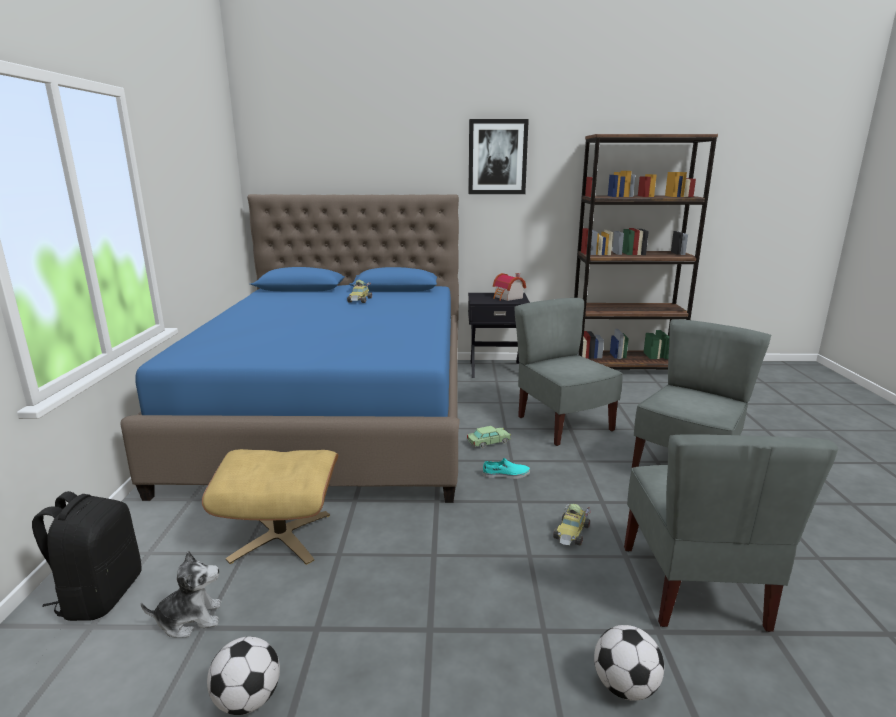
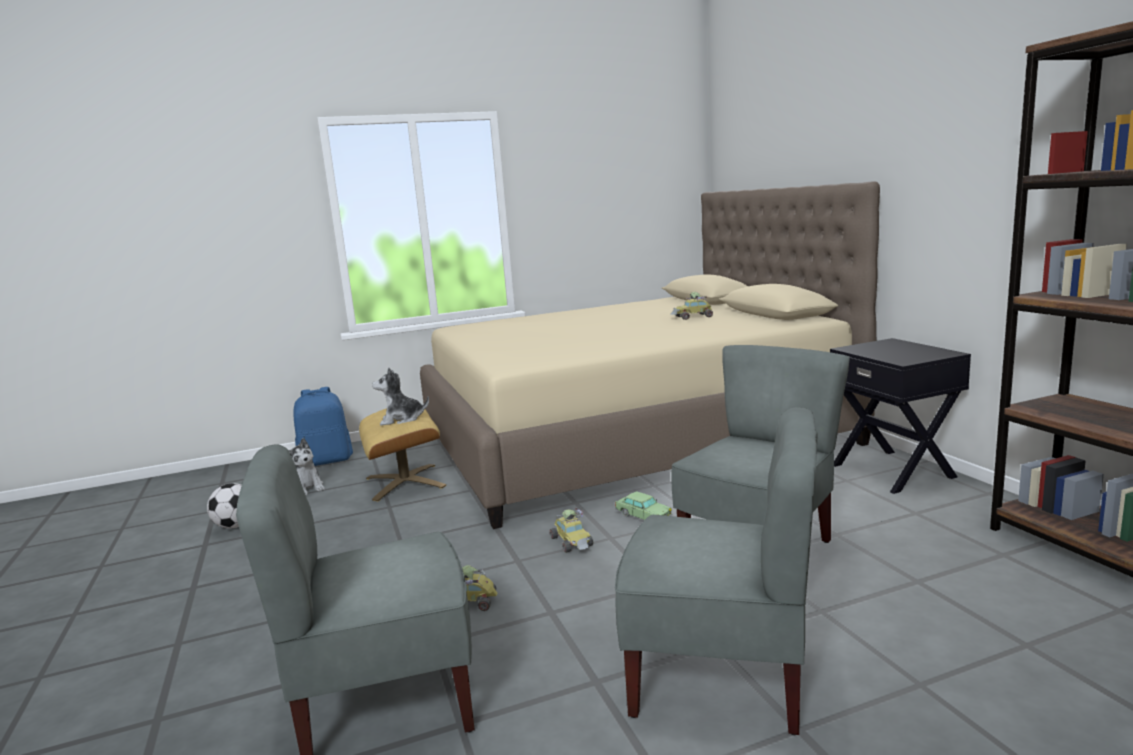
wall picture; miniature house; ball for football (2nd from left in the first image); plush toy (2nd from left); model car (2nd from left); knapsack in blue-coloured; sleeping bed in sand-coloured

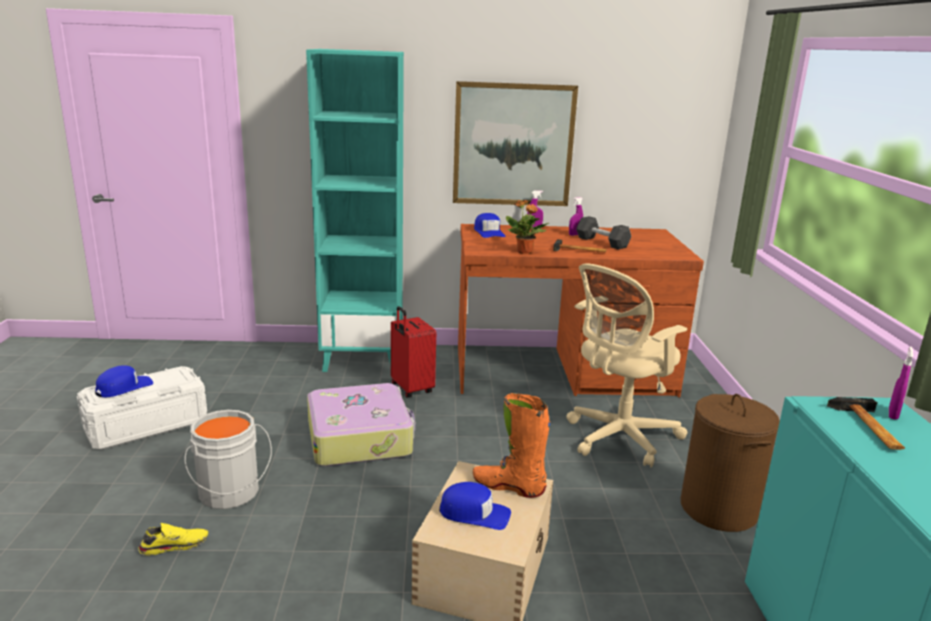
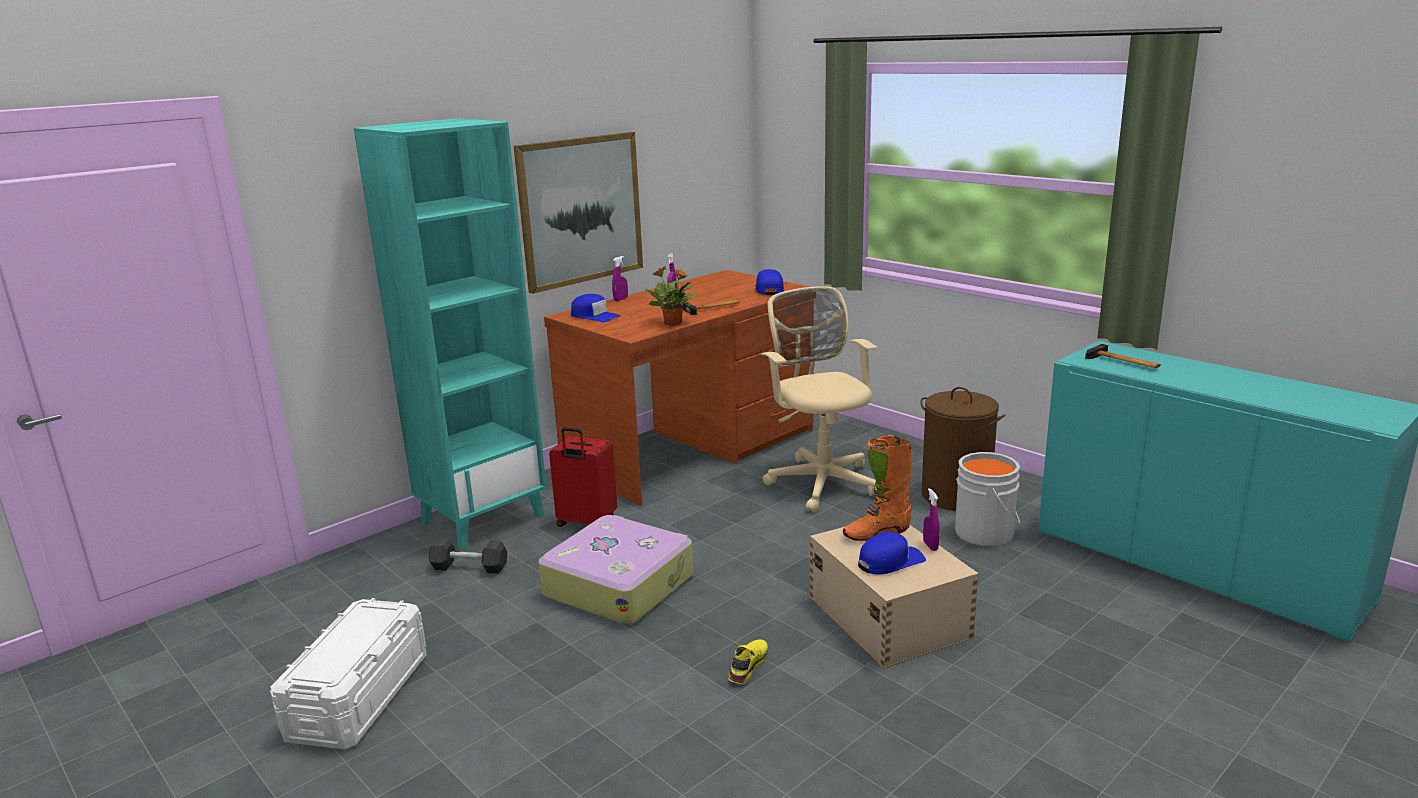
baseball cap in blue-coloured (2nd from left); low shoe in yellow-coloured; bucket in gray; hand weight in blackish; hand sprayer in purplish (3rd from left); desk chair in sand-coloured

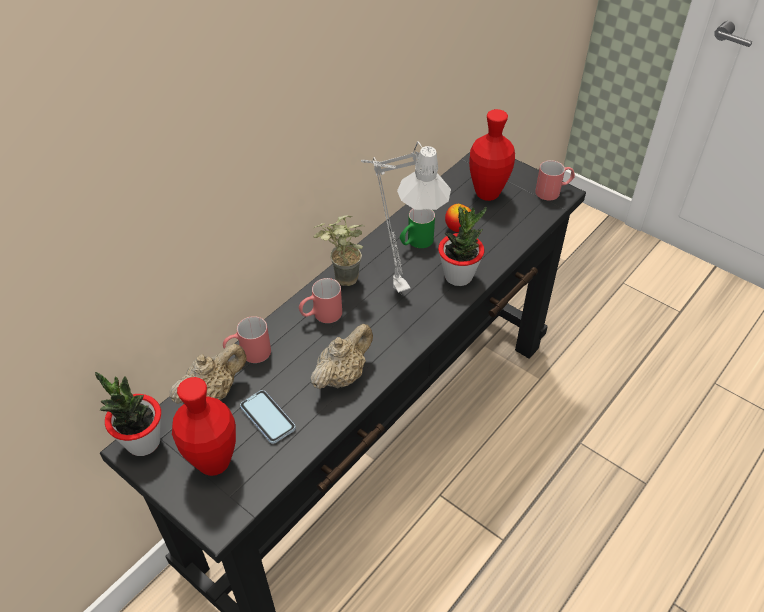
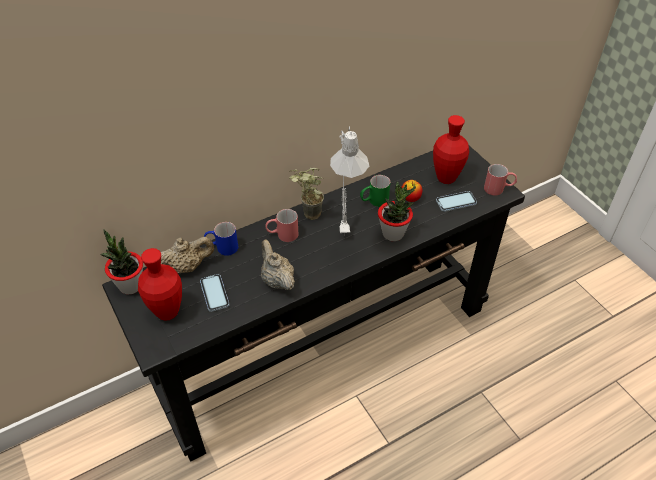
handset (2nd from left); coffee mug in blue-coloured; tea pot in sand-coloured (2nd from left)

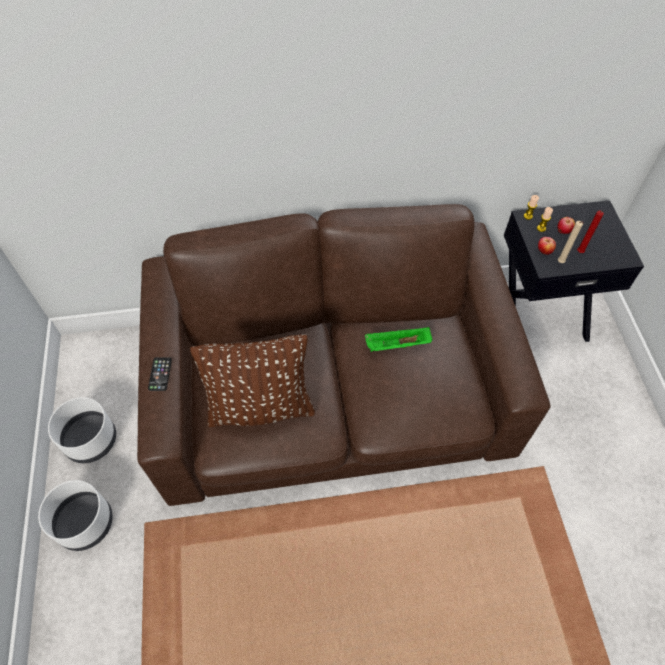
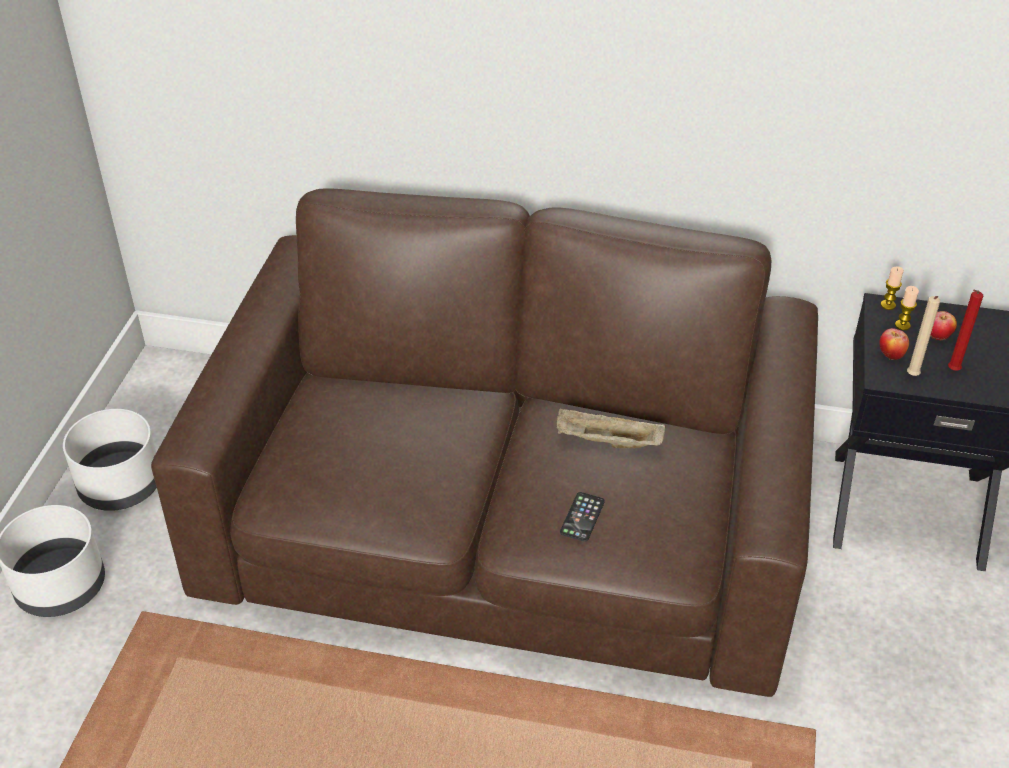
pillow in brown-coloured; handset; serving tray in sand-coloured

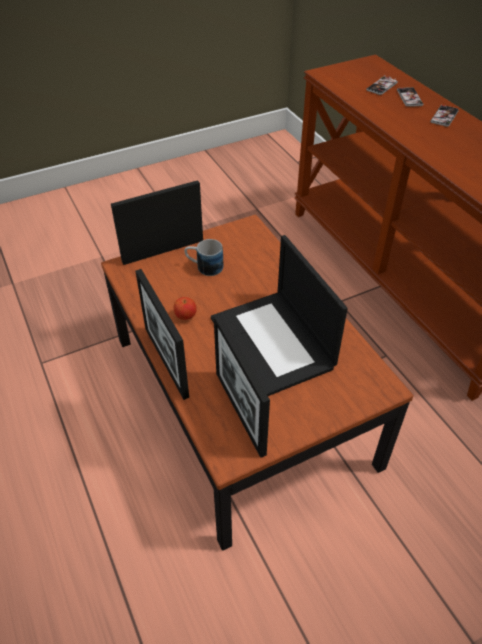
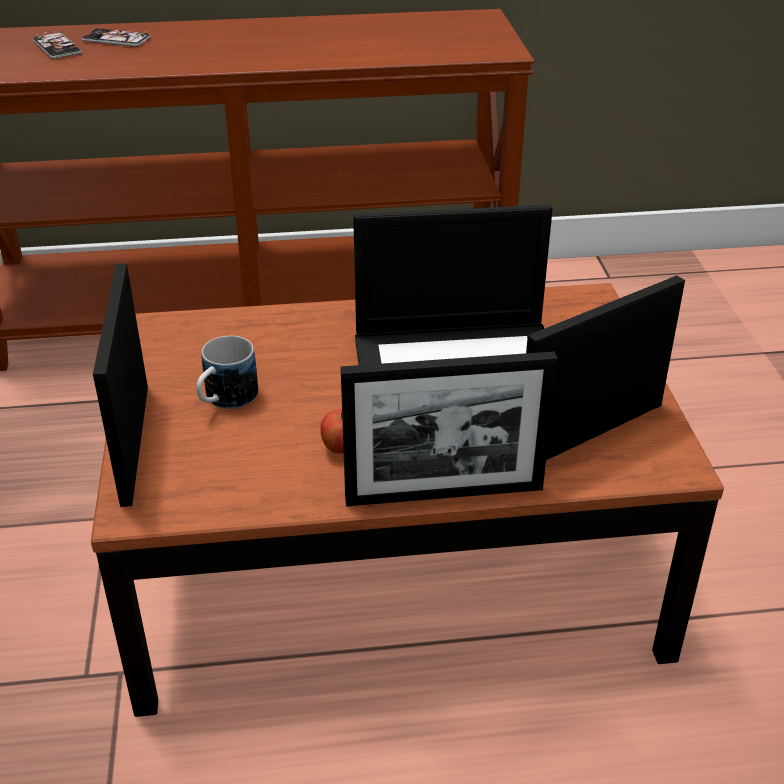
handset (3rd from left in the first image); picture frame (3rd from left)

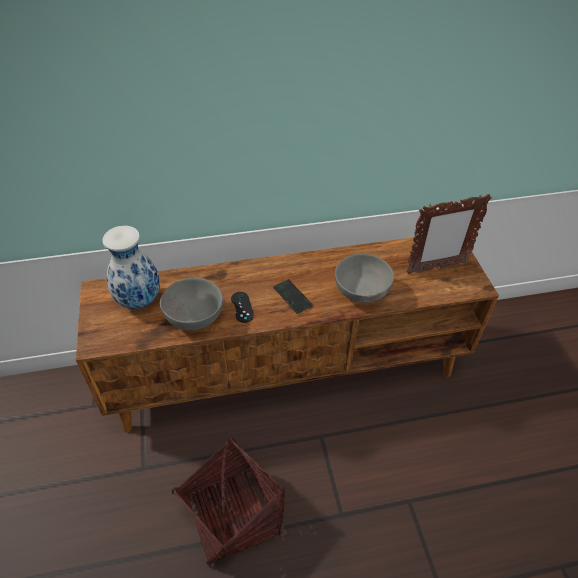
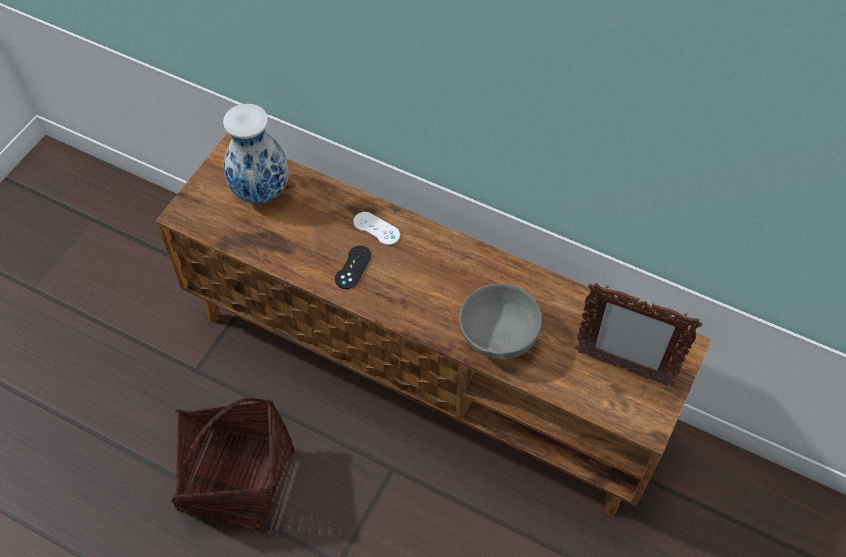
deep dish in gray (1st from left in the first image); handset; joypad in white-coloured

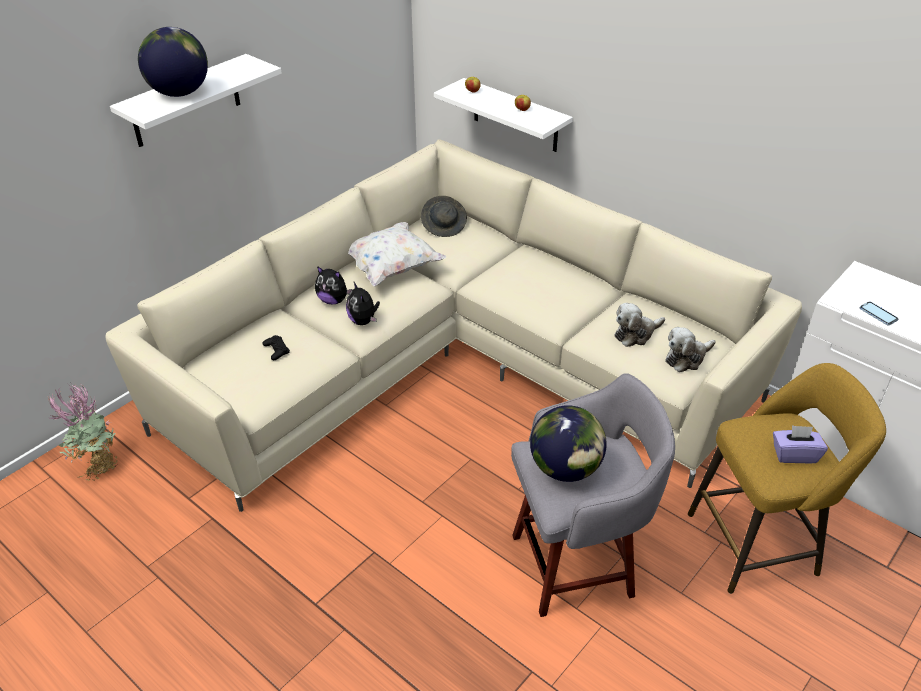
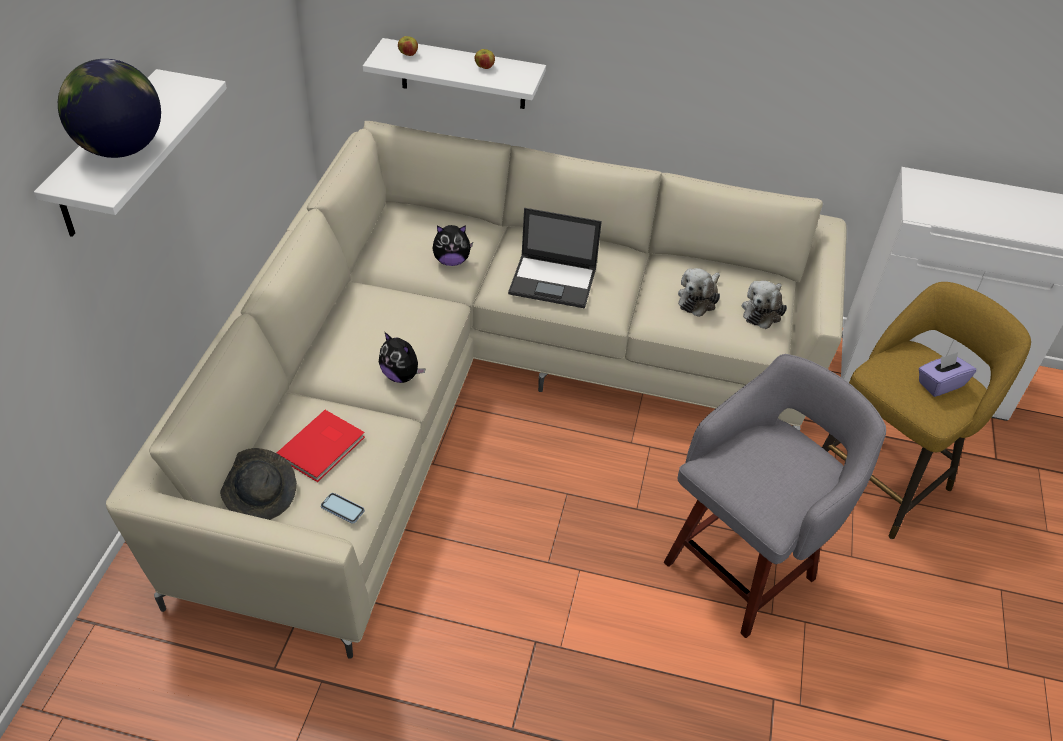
houseplant; pillow in white-coloured; world globe (2nd from left in the first image); portable computer; plush toy (2nd from left); hat in gray; handset; volume in red

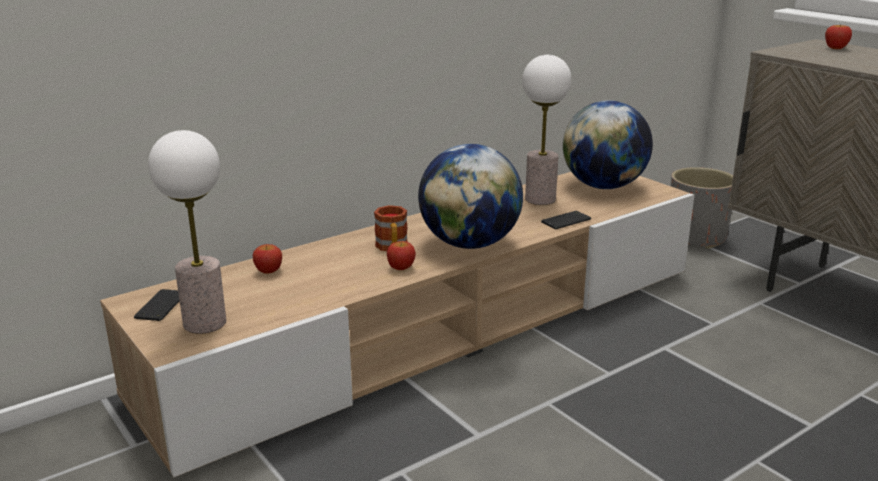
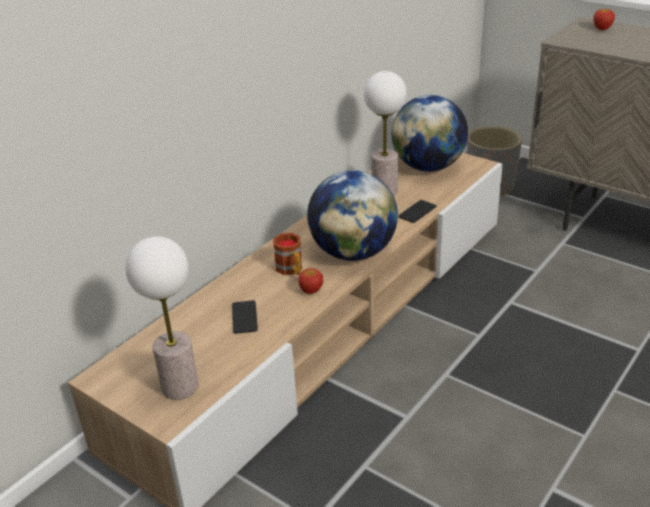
whole apple (1st from left in the first image); handset (1st from left)

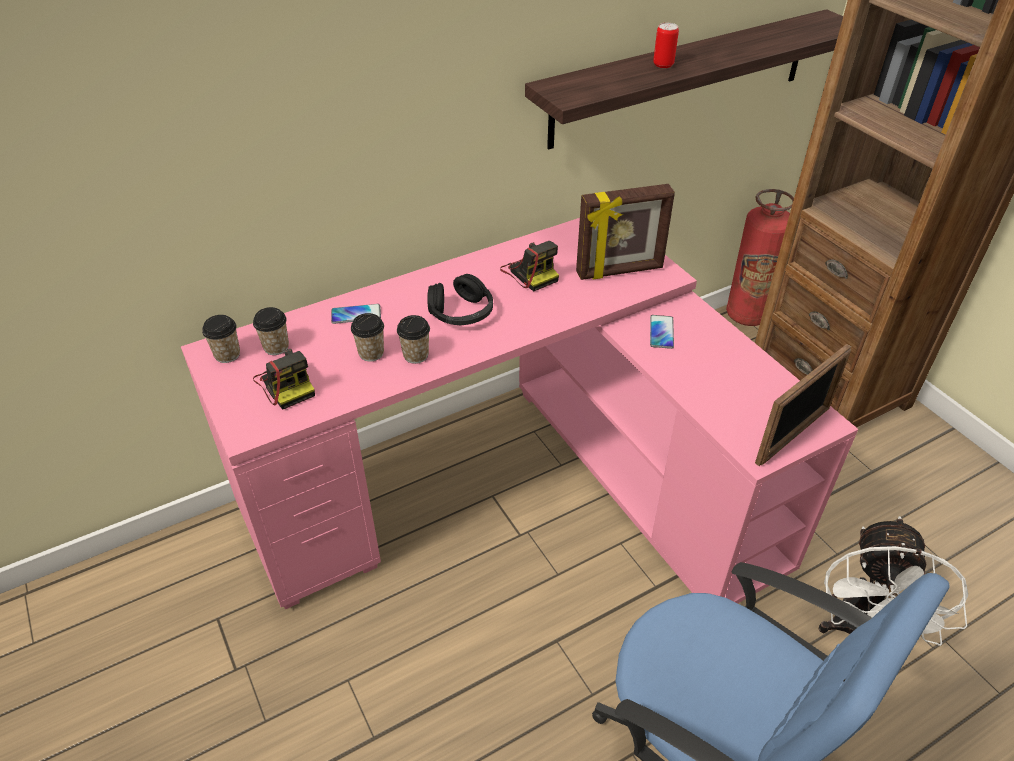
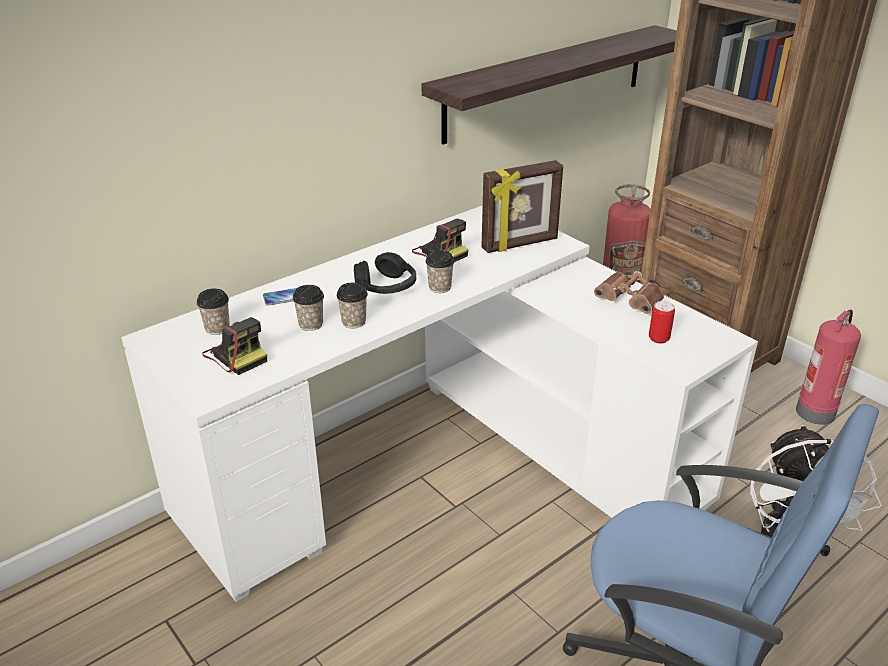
handset (2nd from left in the first image); picture frame (2nd from left in the first image); binoculars in brown-coloured; fire extinguisher (2nd from left); cup (4th from left); can; desk table in white-coloured

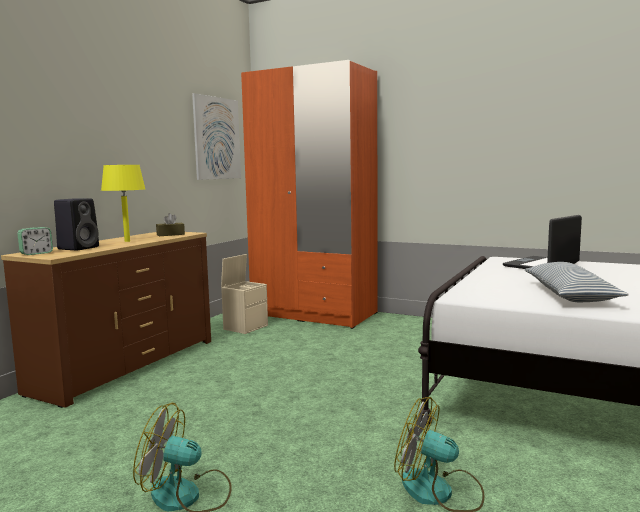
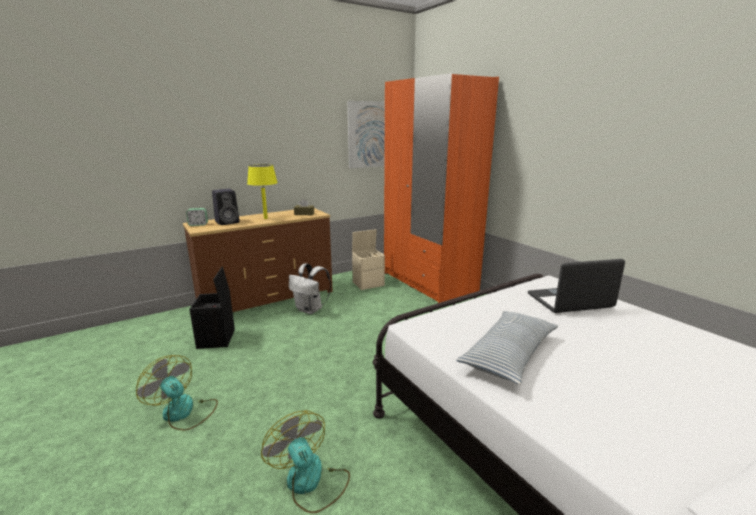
storage container in blackish; knapsack in white-coloured

